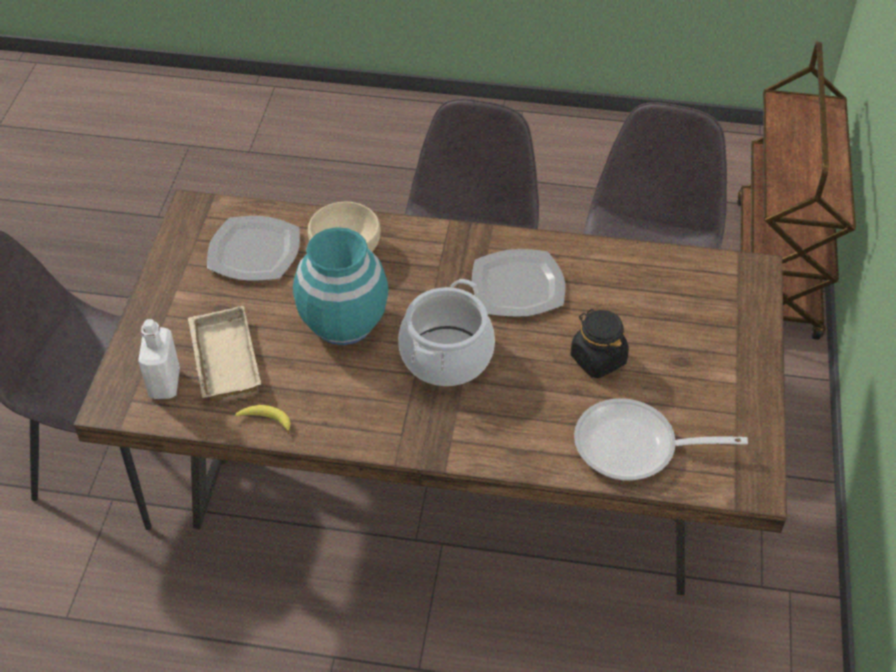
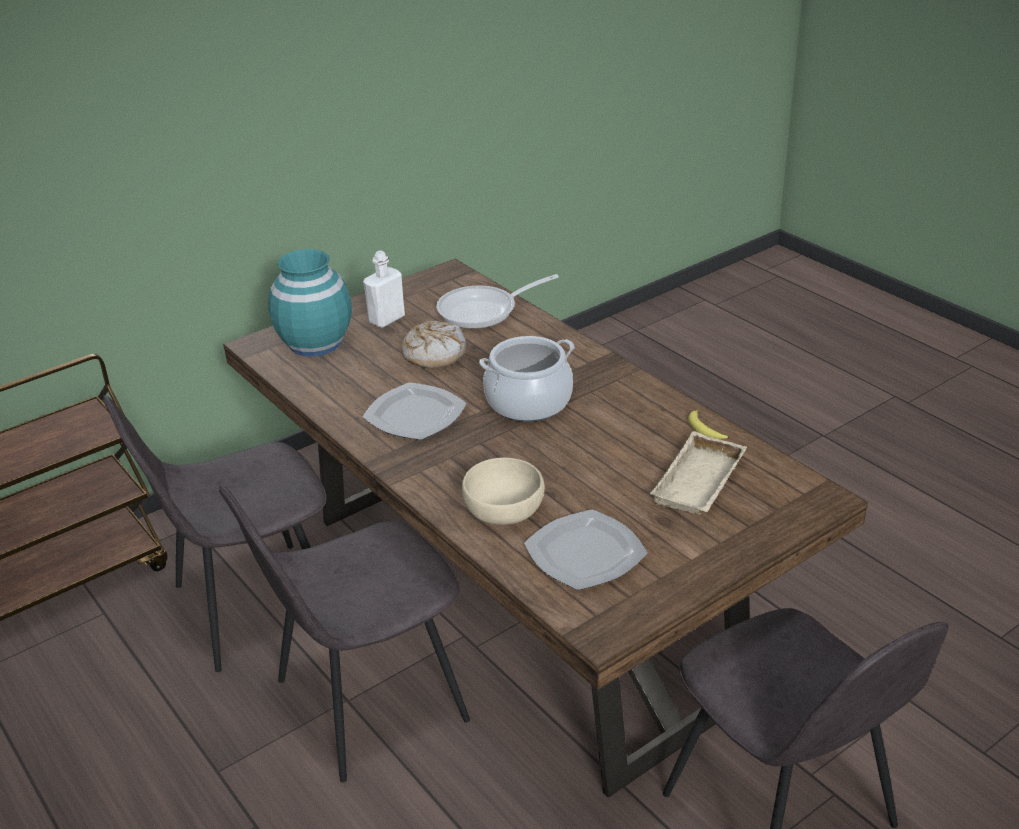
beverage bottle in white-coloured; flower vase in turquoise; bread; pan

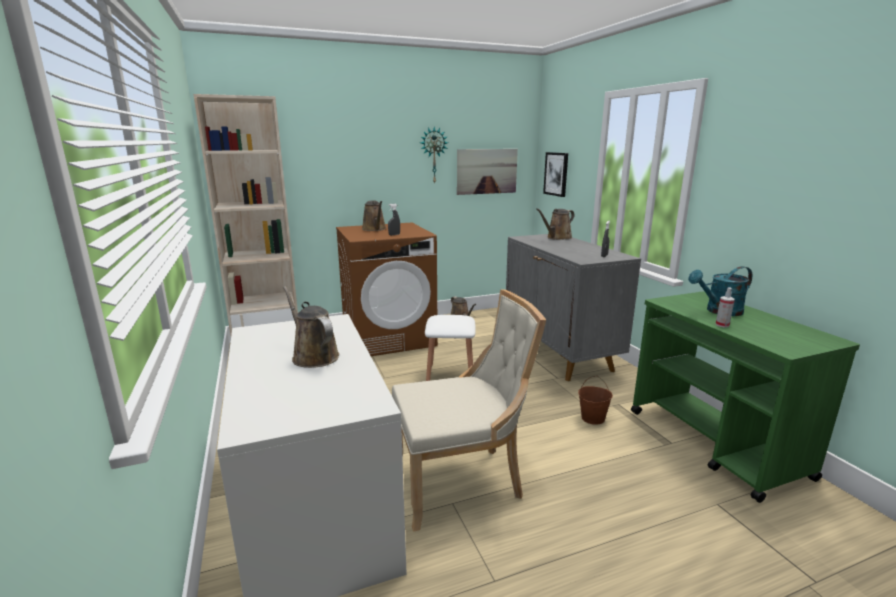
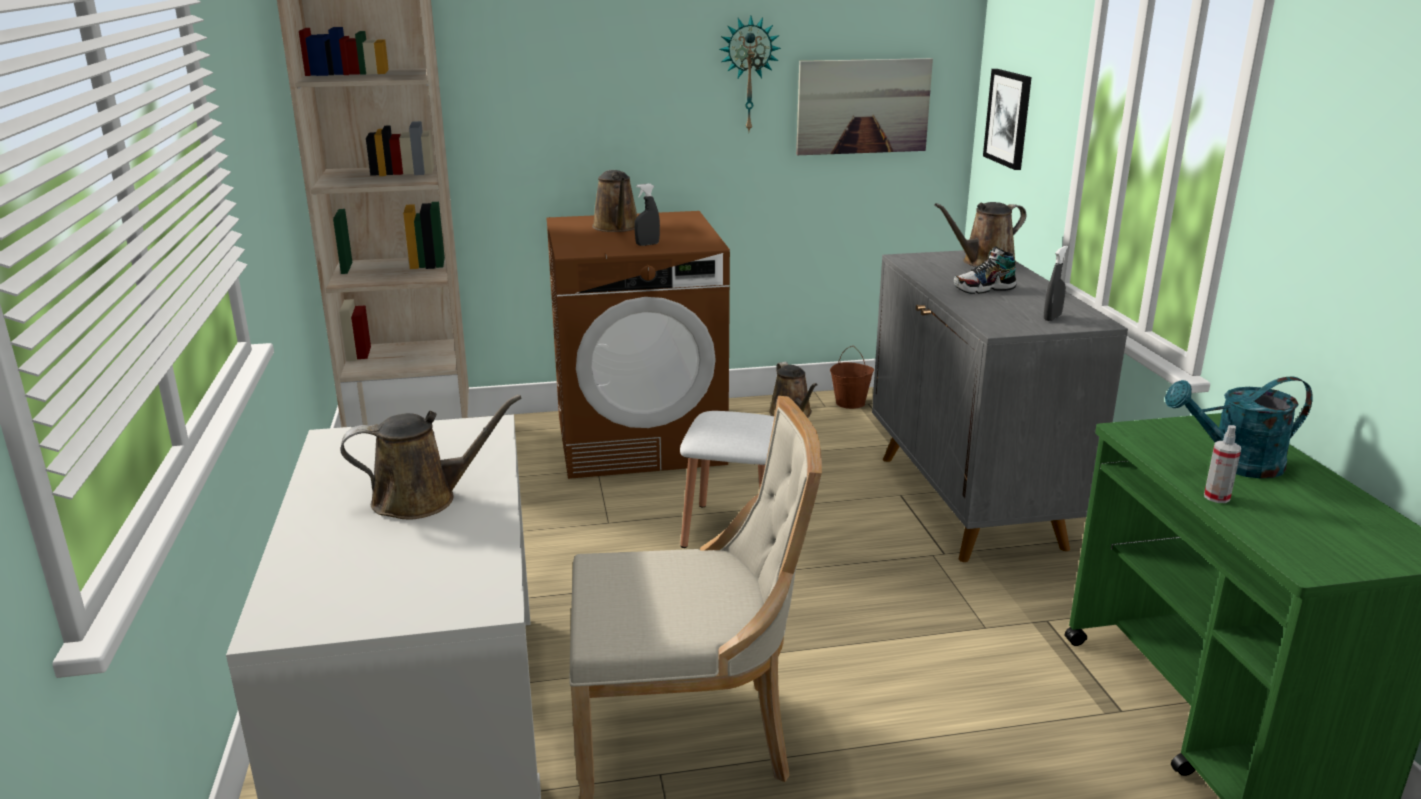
low shoe; bucket in brown-coloured; watering pot in brown-coloured (1st from left)

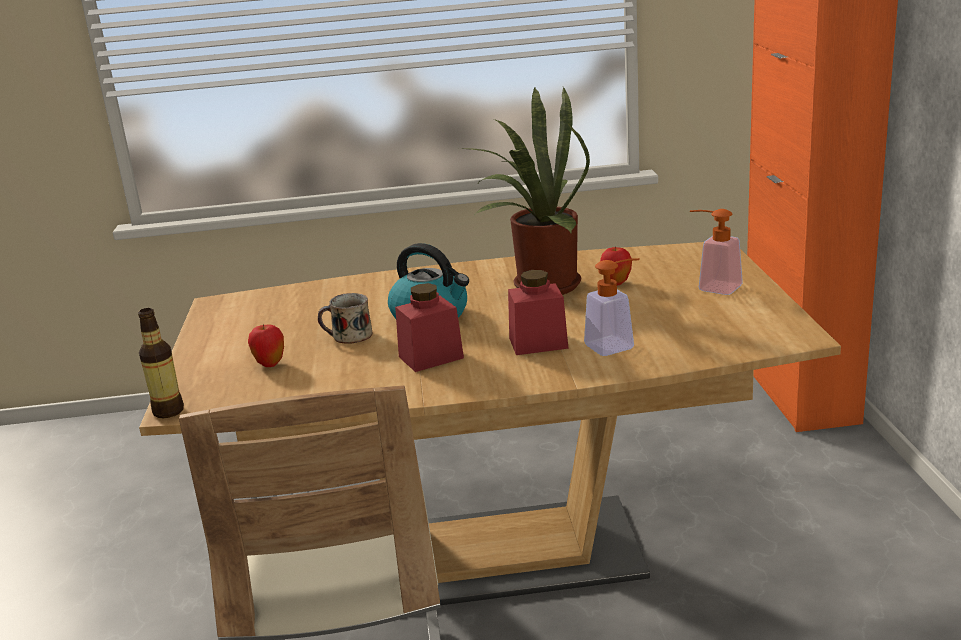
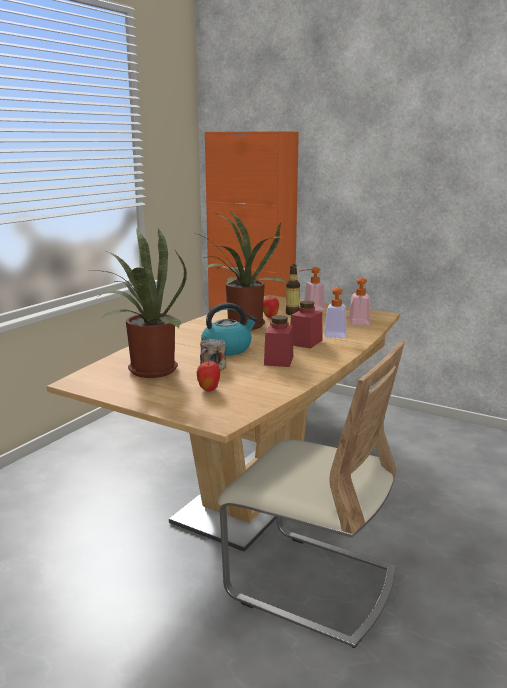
houseplant (1st from left); soap bottle (3rd from left); beverage bottle

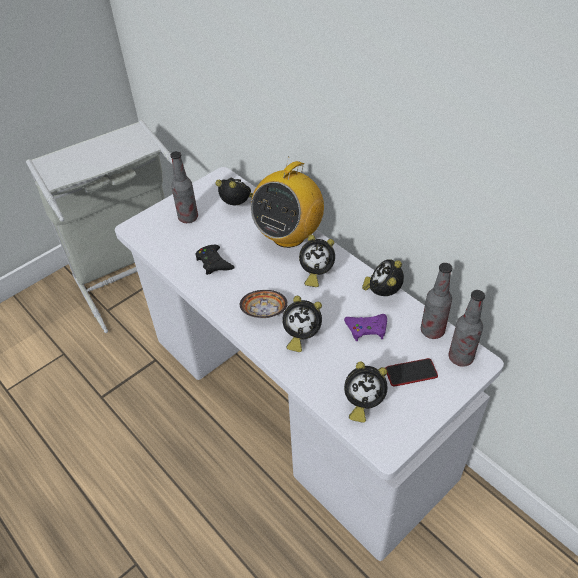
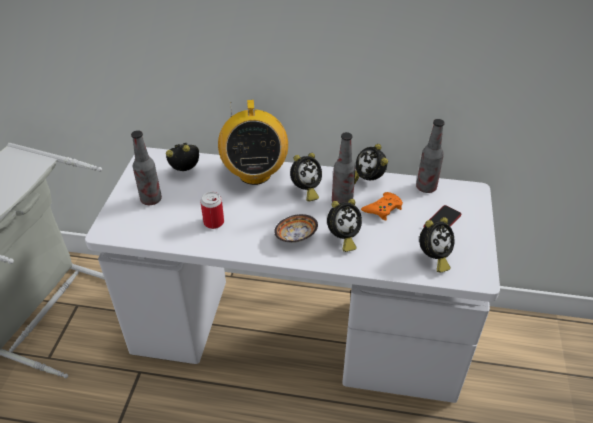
beverage bottle (2nd from left); can; joypad in orange

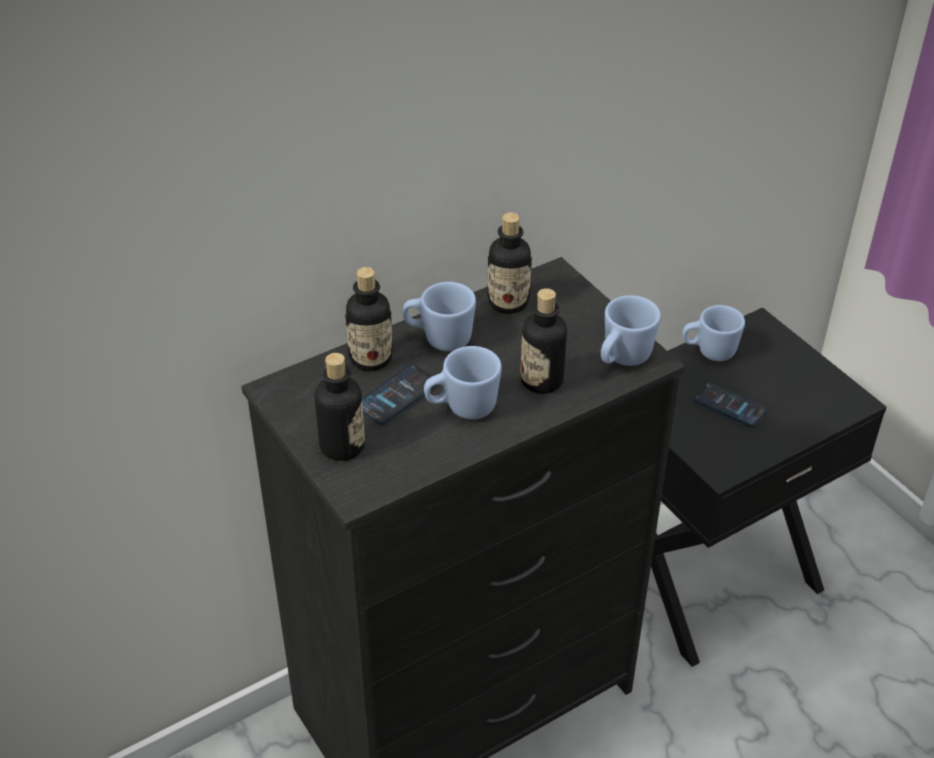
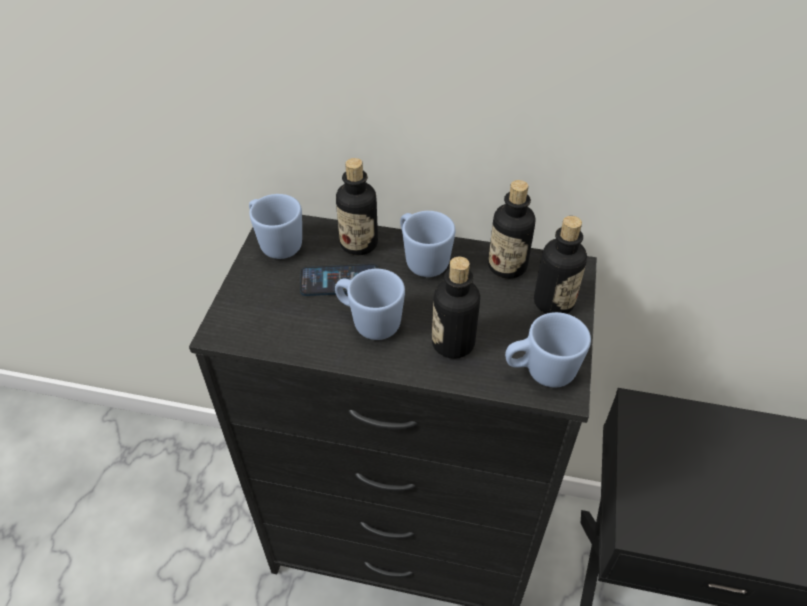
handset (2nd from left in the first image); beverage bottle (4th from left); coffee mug in blue-coloured (1st from left)

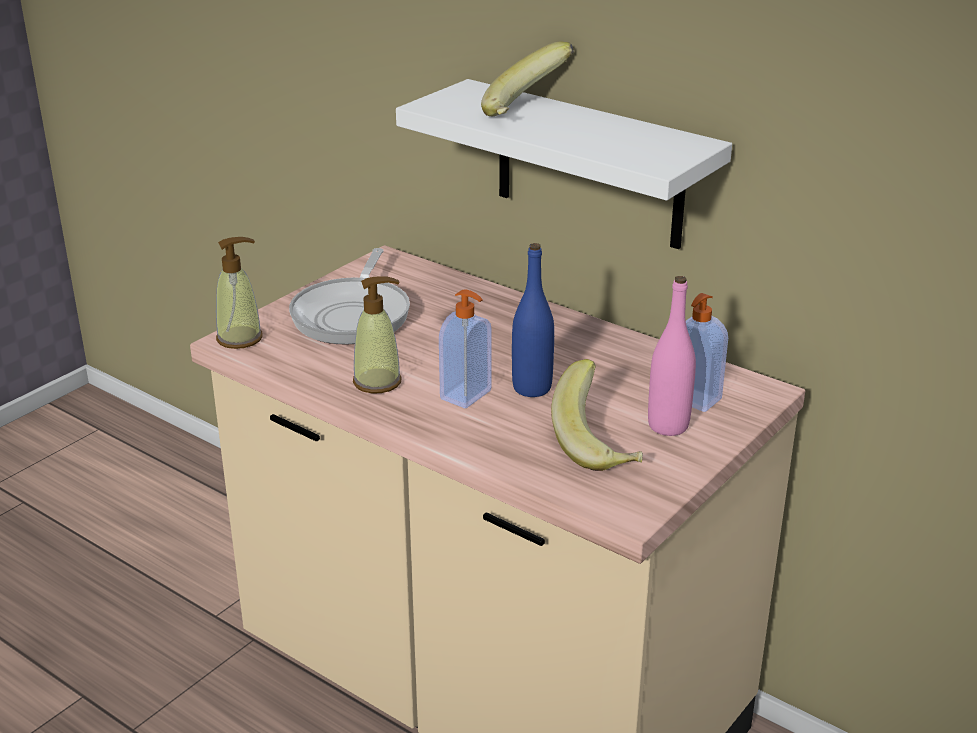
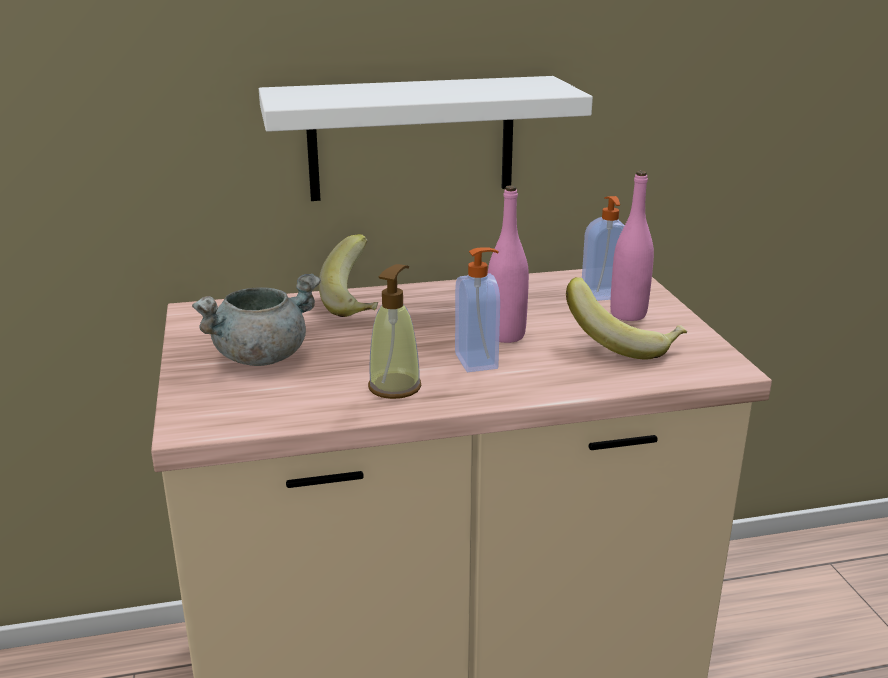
soap bottle (1st from left in the first image); banana fruit (1st from left); cooking pot in gray; beverage bottle in pink (1st from left)

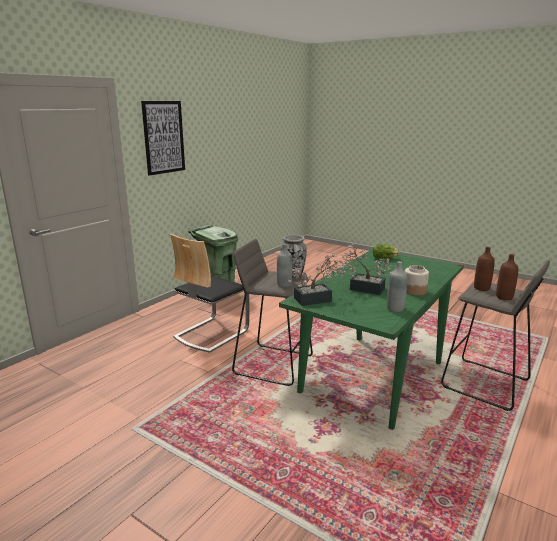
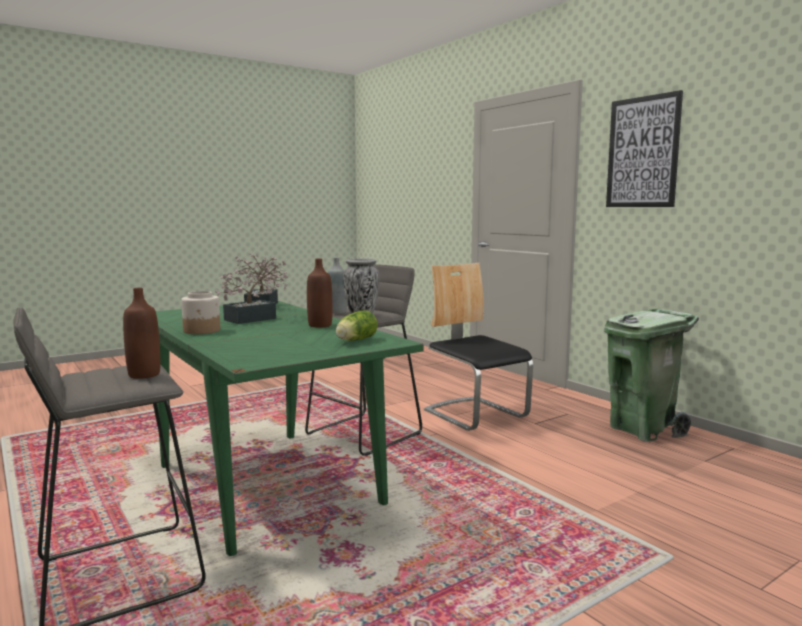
beverage bottle in gray (2nd from left in the first image); beverage bottle in brown-coloured (2nd from left)

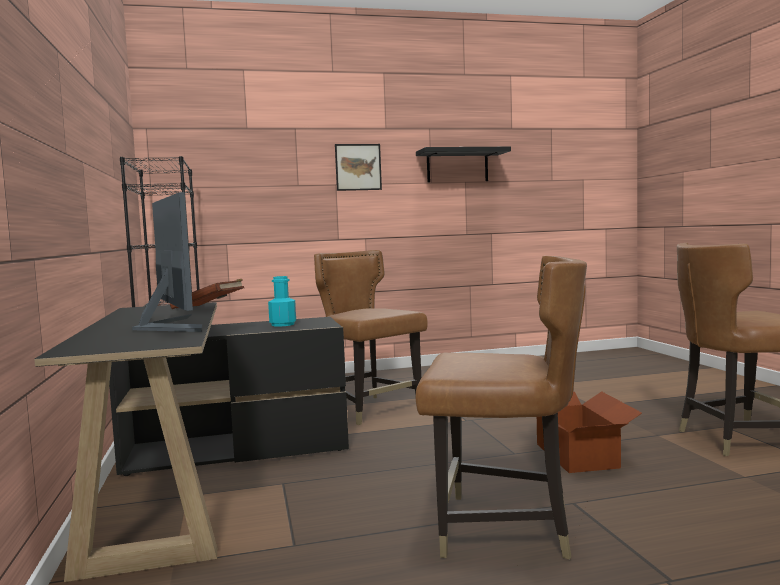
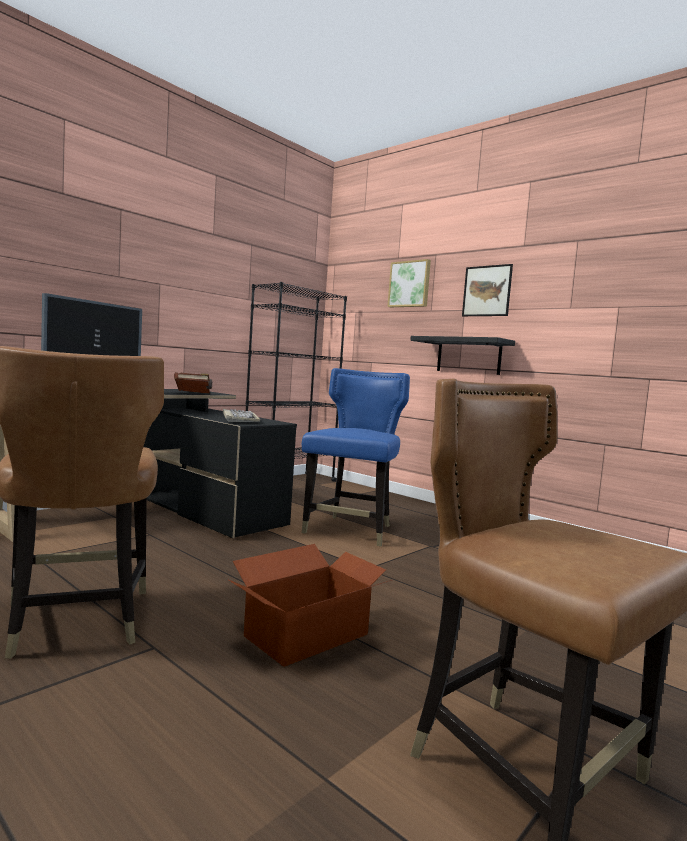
wall picture (1st from left); bracket shelf in blackish; computer keyboard; upright chair in blue-coloured

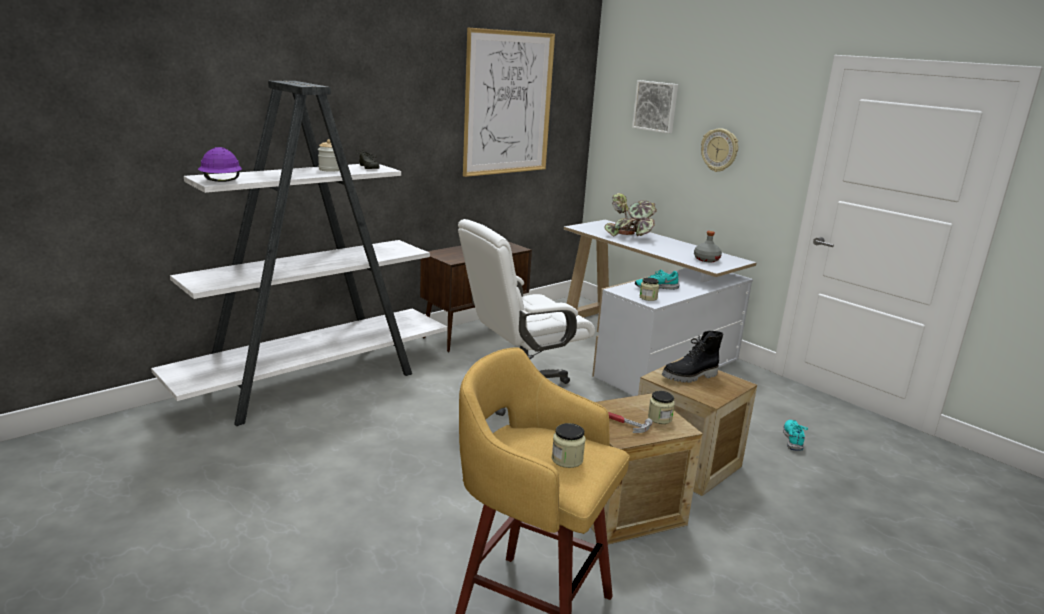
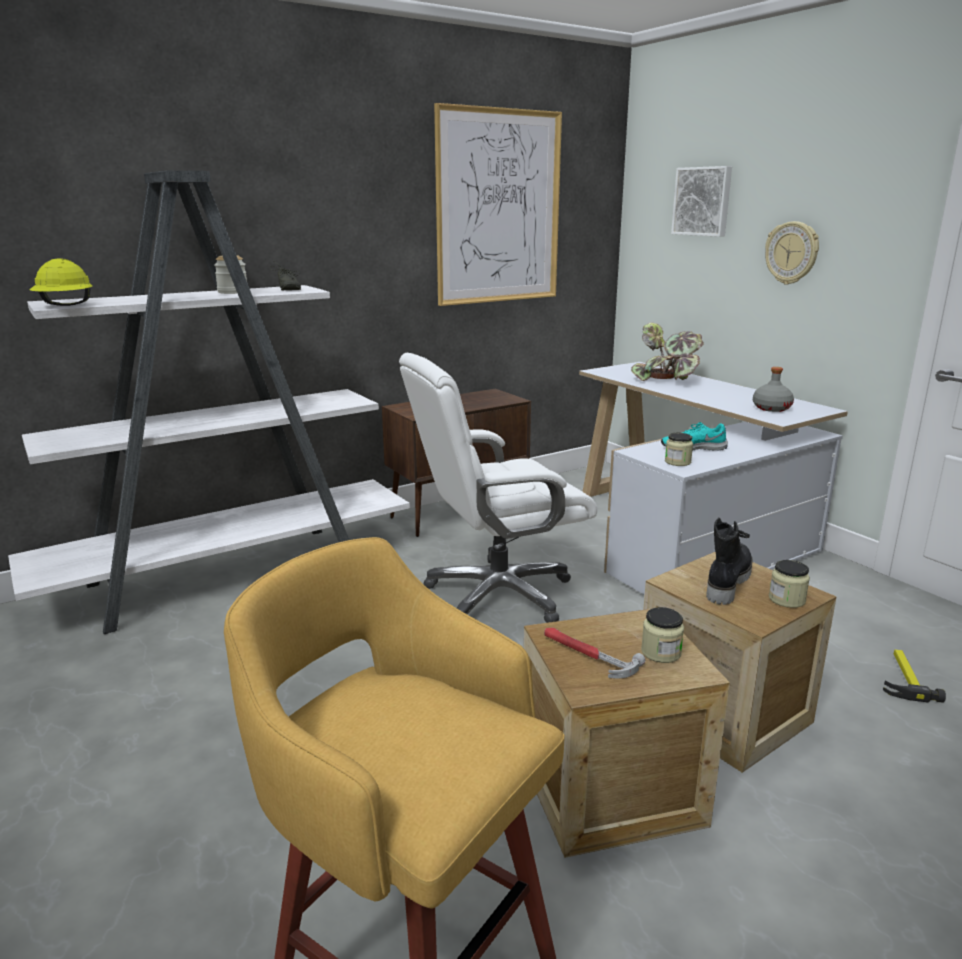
jar (4th from left); hammer (2nd from left); work helmet in yellow-coloured; boot in blackish

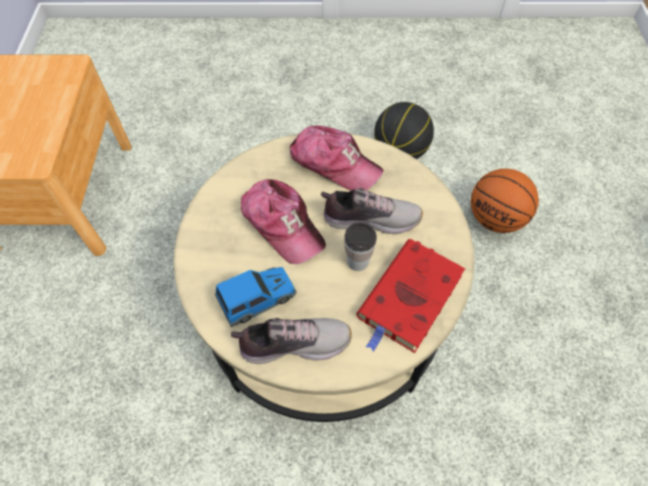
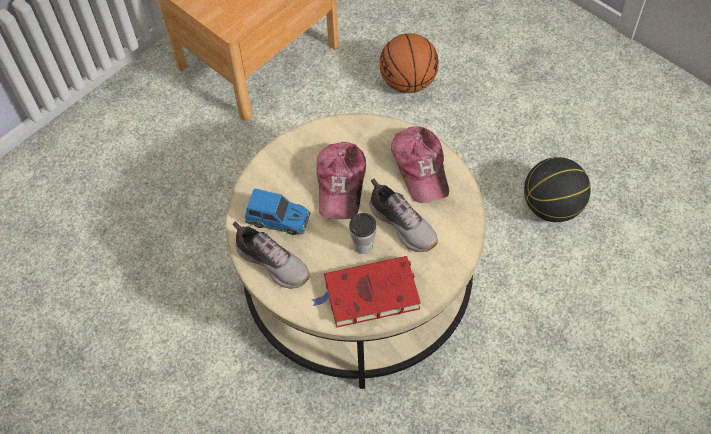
ball for basketball (1st from left)

